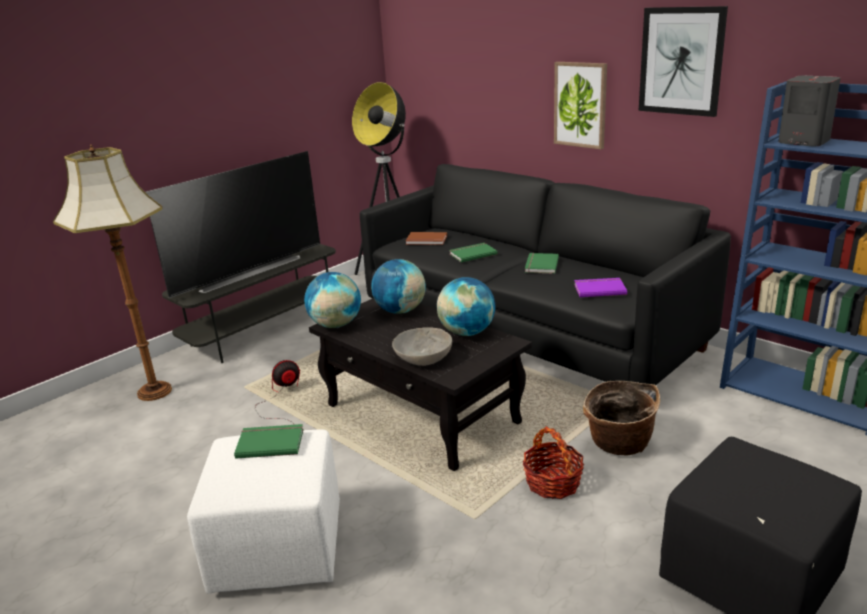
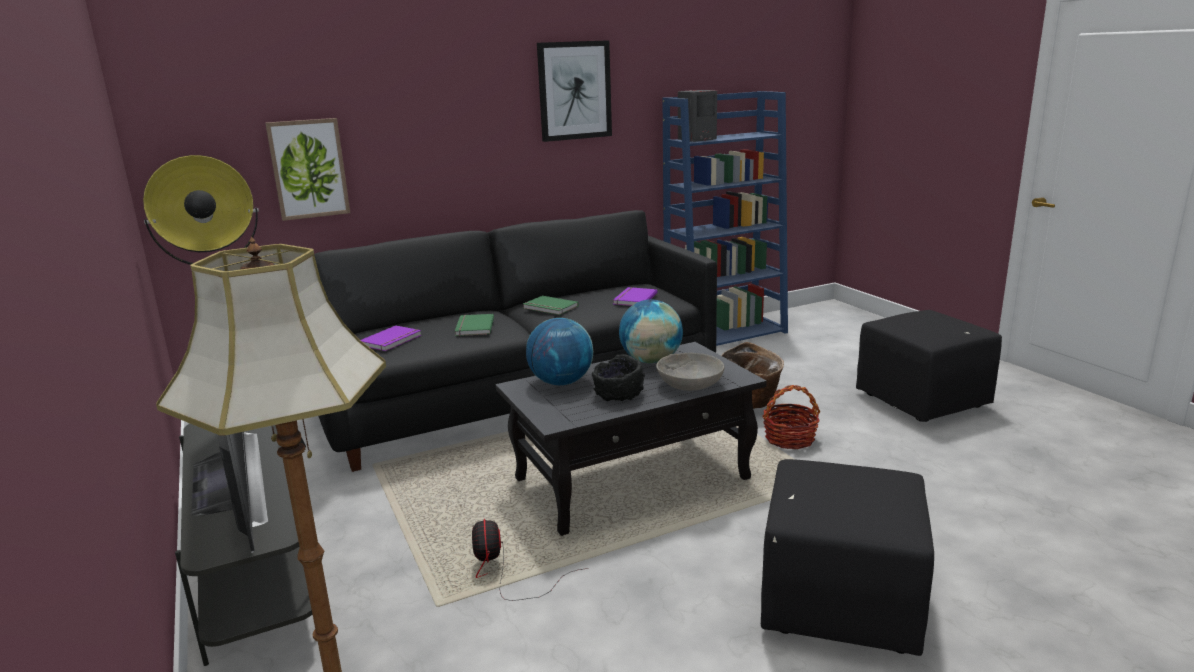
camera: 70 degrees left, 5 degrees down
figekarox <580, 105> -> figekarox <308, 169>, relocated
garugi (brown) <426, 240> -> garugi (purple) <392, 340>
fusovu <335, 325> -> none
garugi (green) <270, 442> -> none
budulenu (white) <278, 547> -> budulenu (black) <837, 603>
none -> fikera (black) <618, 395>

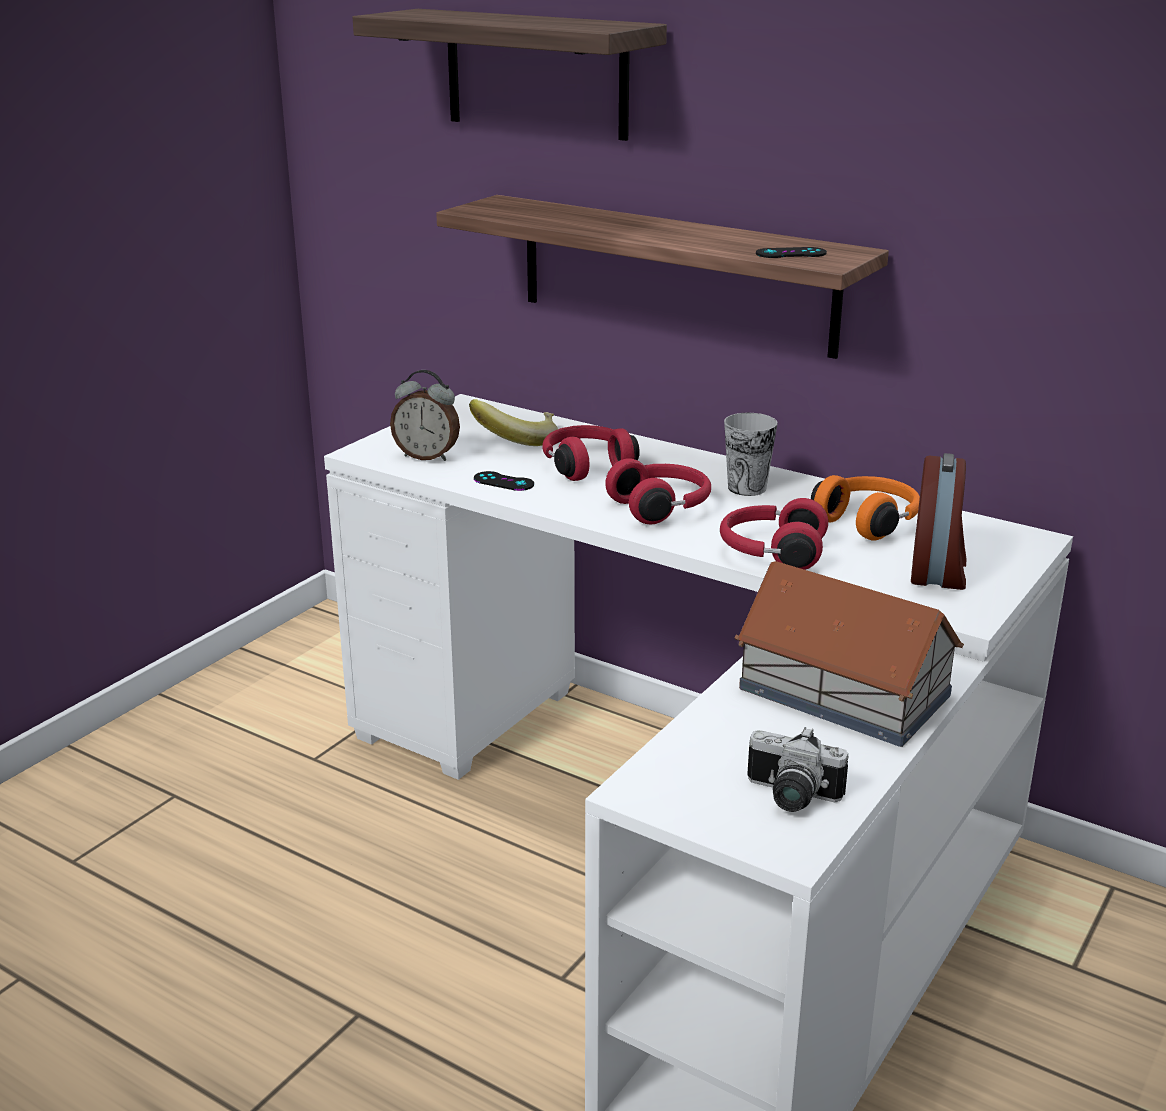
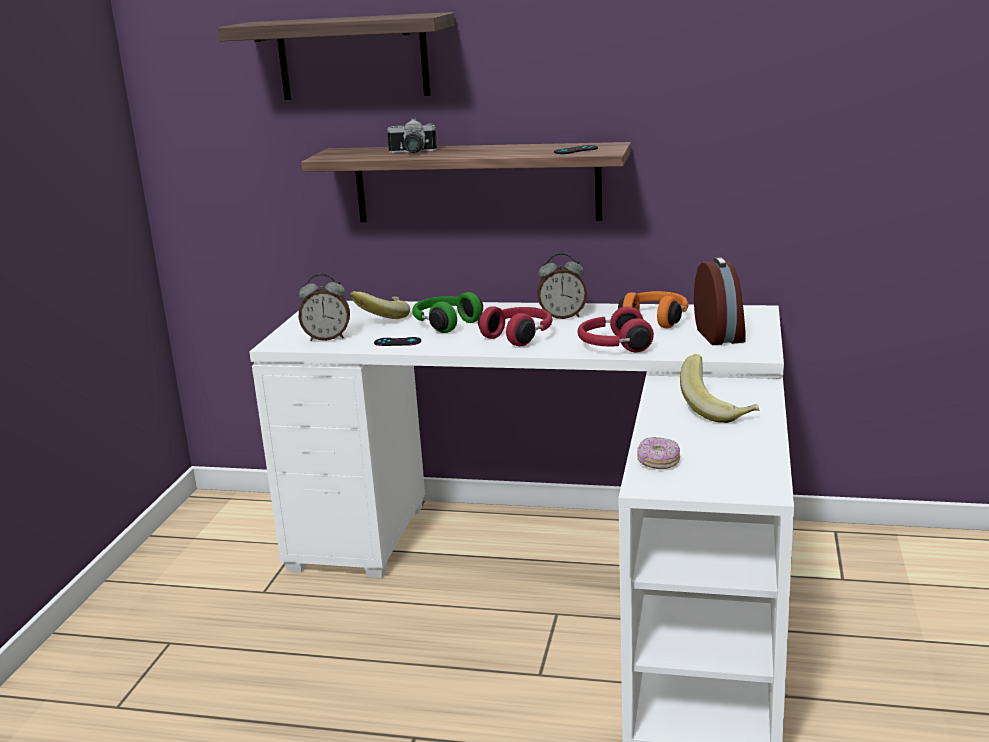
camera: 20 degrees left, 5 degrees down
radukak <747, 488> -> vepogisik <562, 316>
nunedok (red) <586, 466> -> nunedok (green) <445, 324>
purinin <845, 693> -> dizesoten <718, 410>
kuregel <789, 797> -> kuregel <412, 152>, relocated
none -> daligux <658, 462>

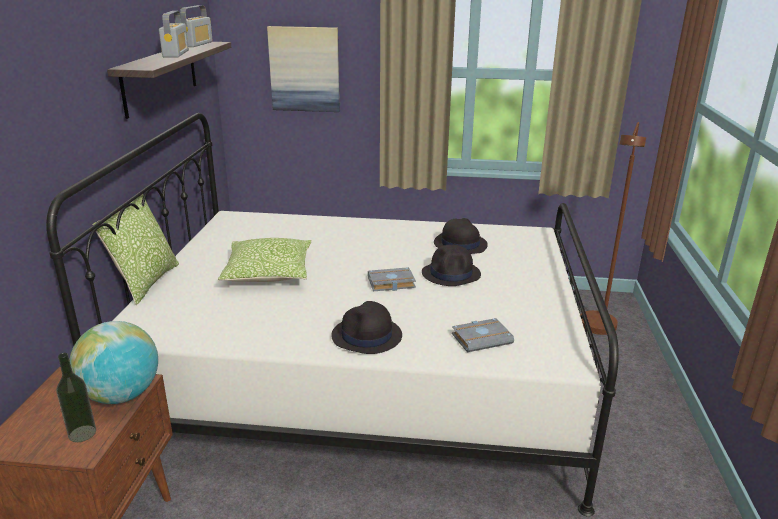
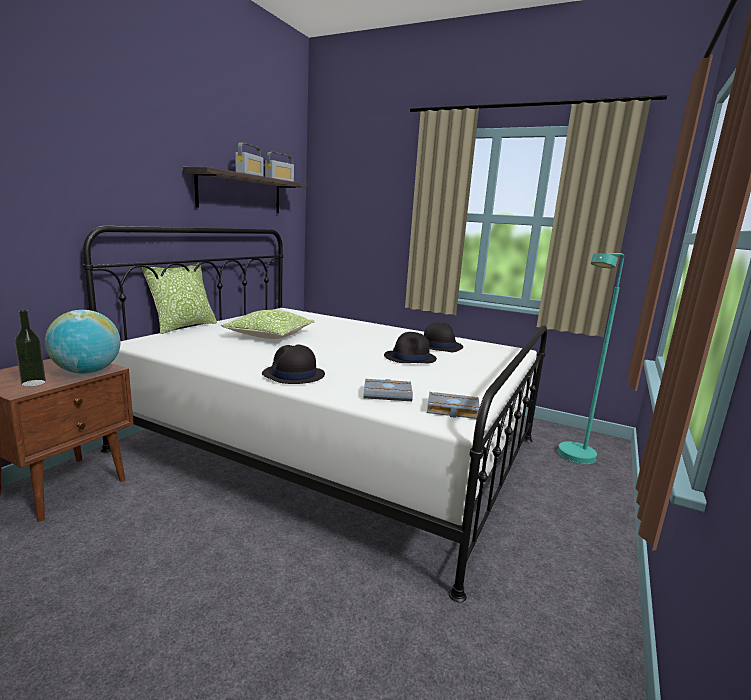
camera: 20 degrees right, 10 degrees down
figekarox <305, 69> -> none
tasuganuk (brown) <597, 330> -> tasuganuk (turquoise) <573, 459>
garugi (grey) <390, 283> -> garugi (grey) <451, 410>, relocated

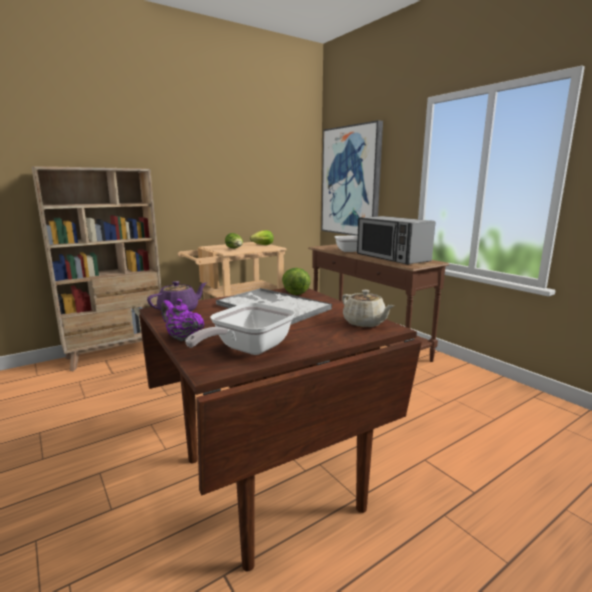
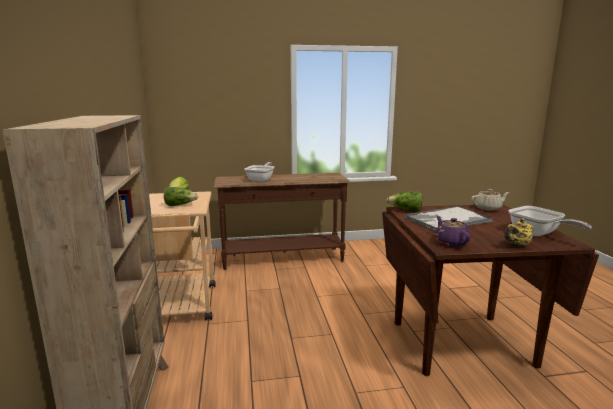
camera: 65 degrees left, 0 degrees up
figekarox <351, 181> -> none
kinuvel <392, 258> -> none
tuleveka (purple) <182, 338> -> tuleveka (yellow) <517, 246>

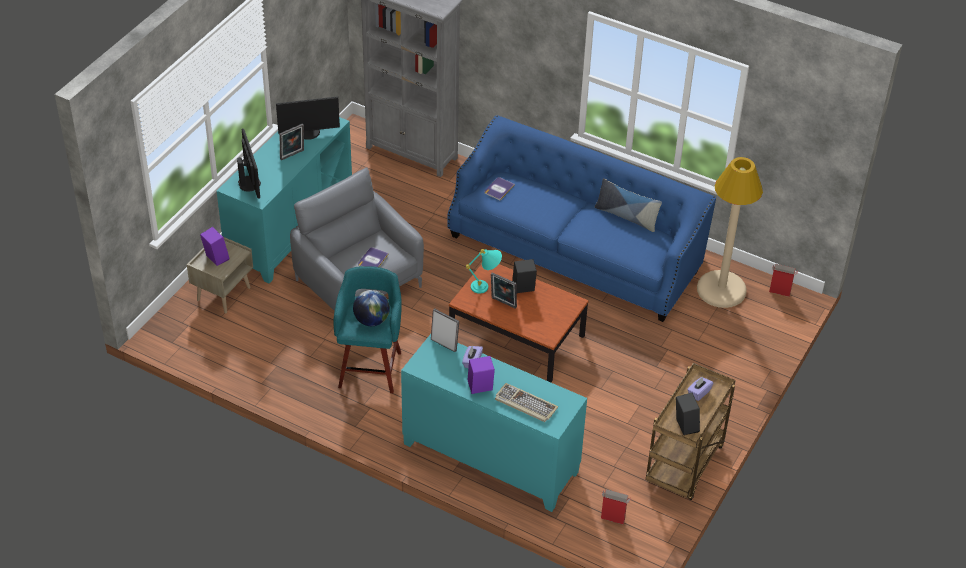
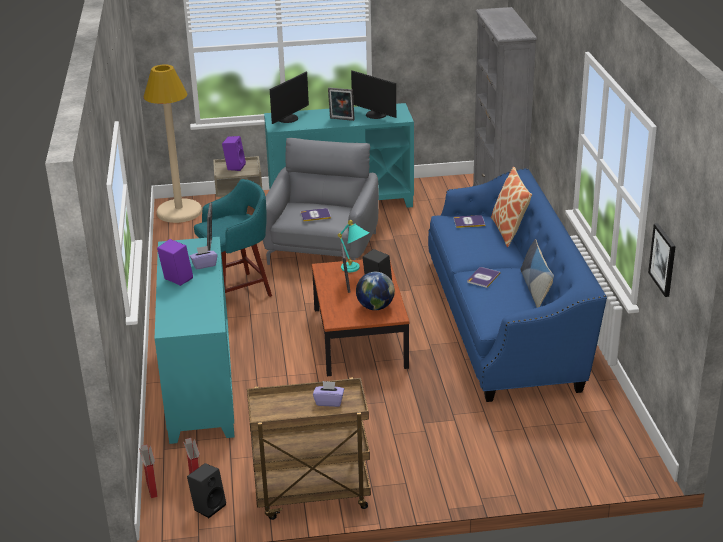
camera: 55 degrees right, 15 degrees down
tasuganuk (beige) <721, 290> -> tasuganuk (beige) <179, 212>, relocated
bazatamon <780, 292> -> bazatamon <152, 489>, relocated
fusovu <371, 320> -> fusovu <375, 307>, relocated
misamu <525, 404> -> none
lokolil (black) <684, 426> -> lokolil (black) <208, 506>, relocated
none -> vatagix <509, 231>
none -> figekarox <663, 259>
none -> garugi <483, 278>

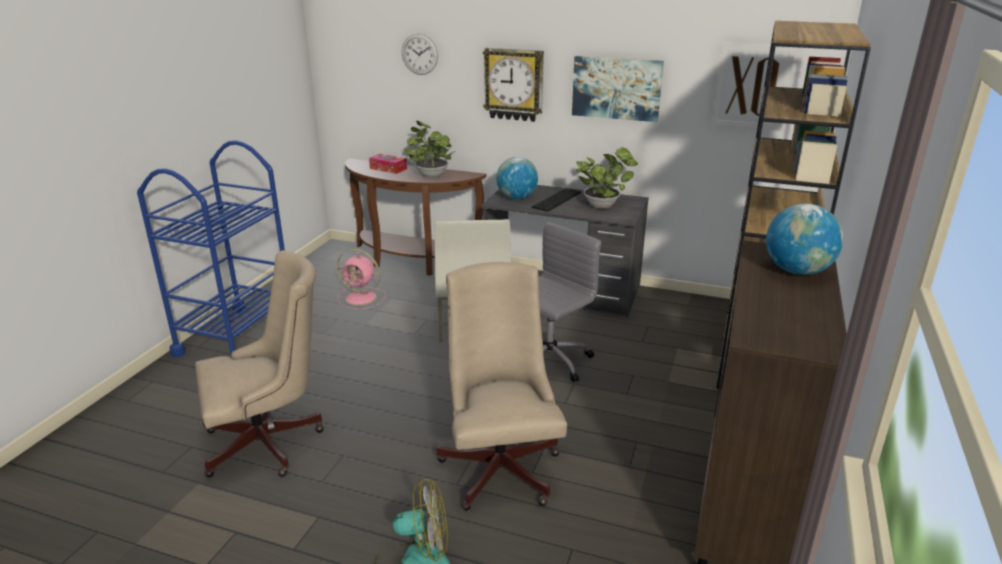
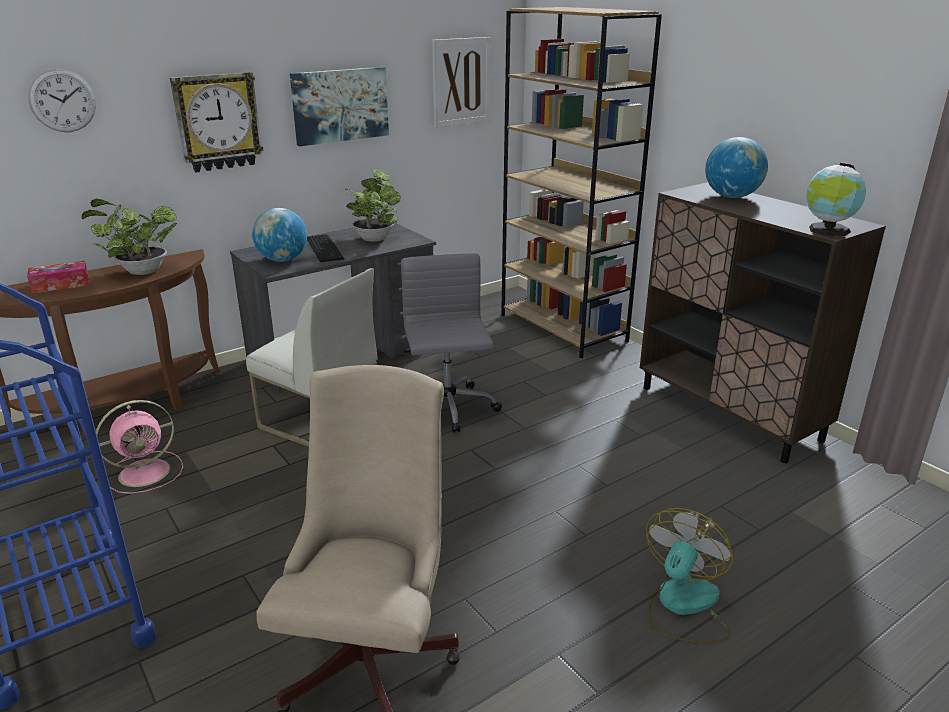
camera: 55 degrees left, 0 degrees up
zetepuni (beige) <500, 464> -> none
none -> fusovu <828, 231>

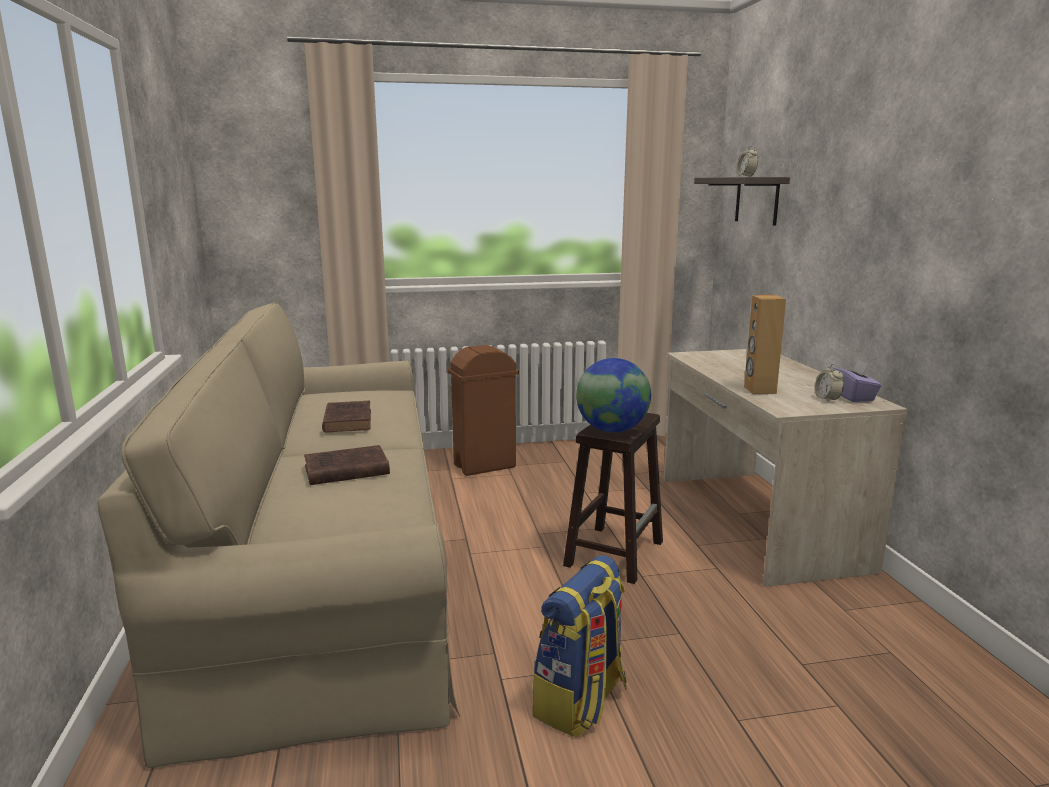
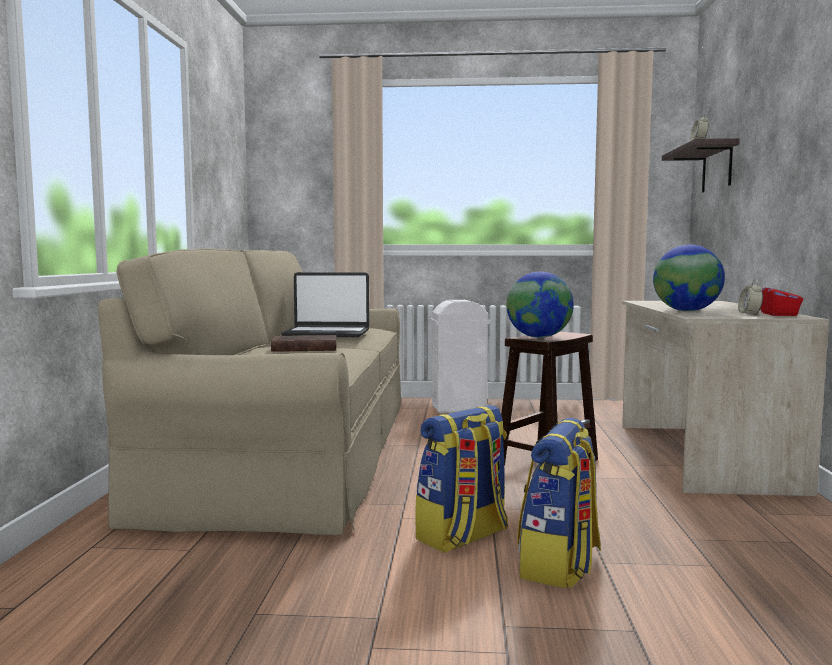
camera: 15 degrees right, 10 degrees down
lokolil (brown) <759, 390> -> fusovu <686, 311>
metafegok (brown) <485, 466> -> metafegok (white) <460, 409>
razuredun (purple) <853, 397> -> razuredun (red) <779, 314>
garugi (brown) <348, 420> -> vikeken <327, 333>
none -> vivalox <559, 566>

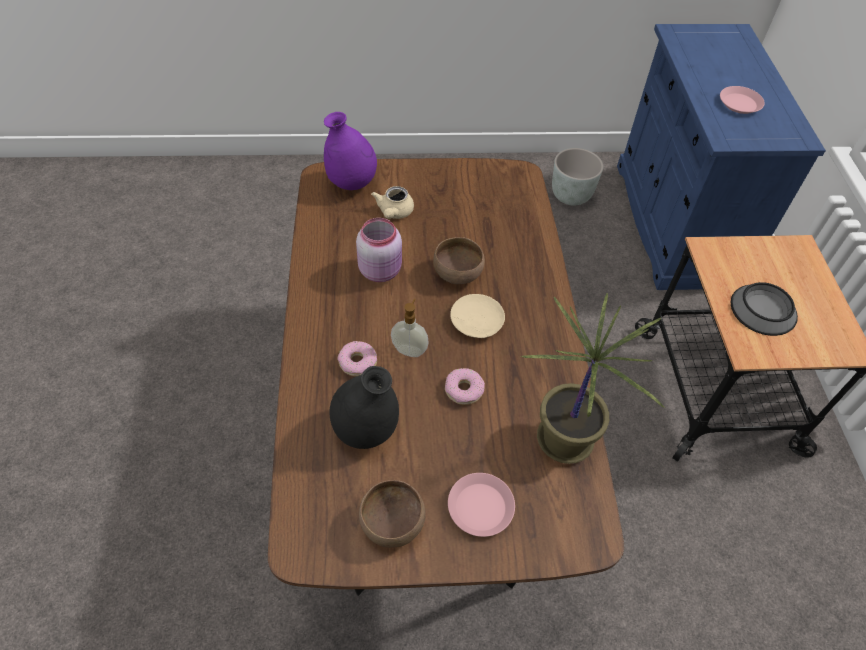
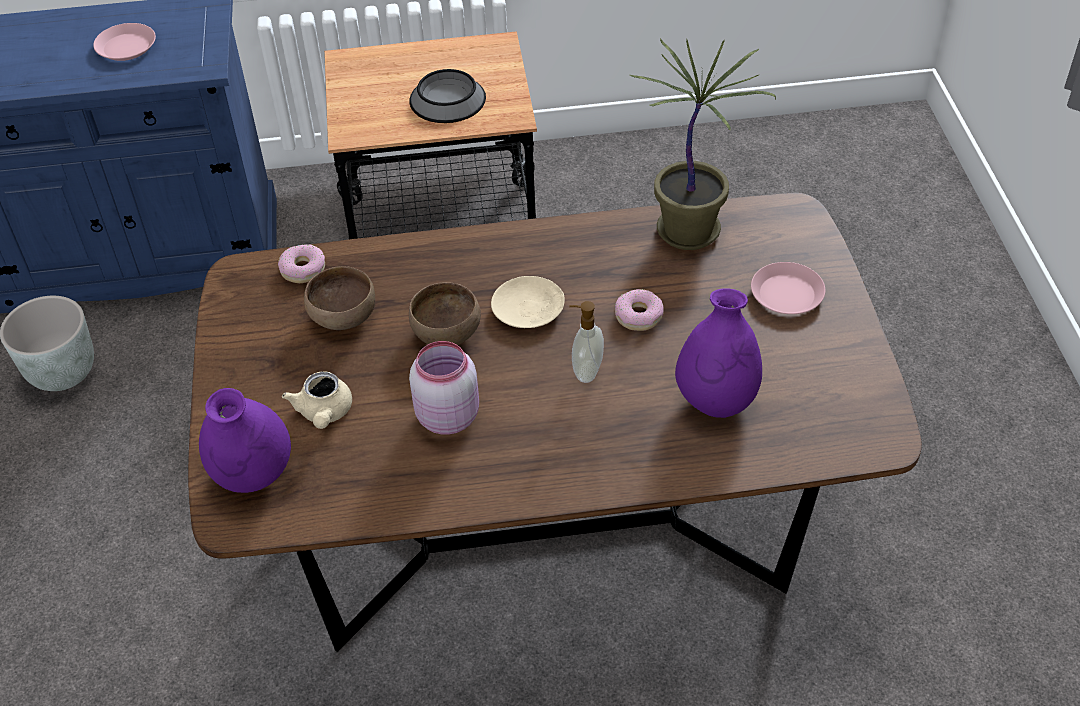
camera: 90 degrees left, 5 degrees down
tuleveka (beige) <394, 213> -> tuleveka (beige) <324, 413>, 75 degrees clockwise
daligux <358, 362> -> daligux <303, 269>, relocated
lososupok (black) <366, 430> -> lososupok (purple) <716, 400>
fikera (brown) <391, 522> -> fikera (brown) <342, 317>, relocated

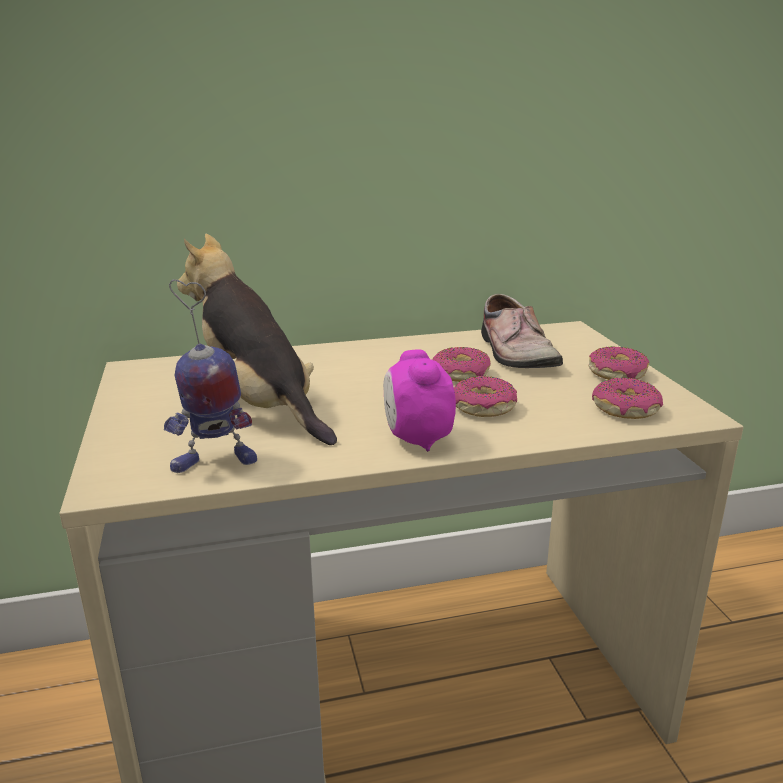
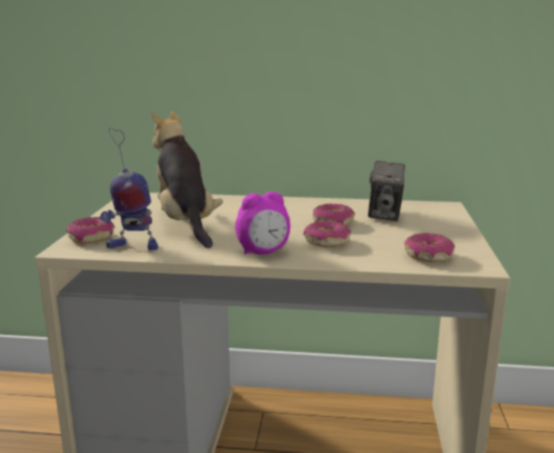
camera: 20 degrees right, 5 degrees down
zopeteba <513, 352> -> kuregel <385, 215>
daligux <617, 374> -> daligux <92, 238>, relocated
vepogisik <417, 439> -> vepogisik <263, 252>, 120 degrees counterclockwise

